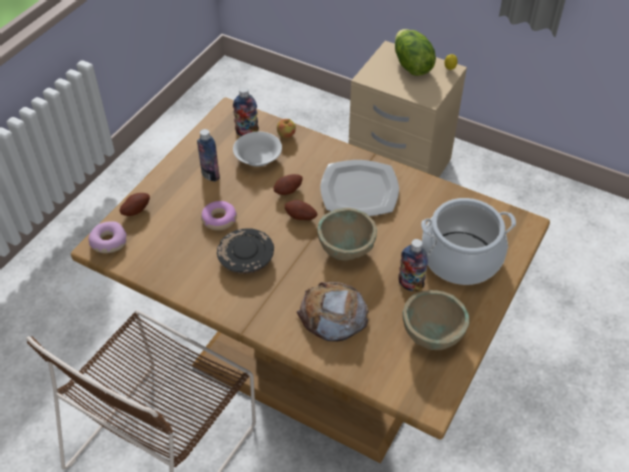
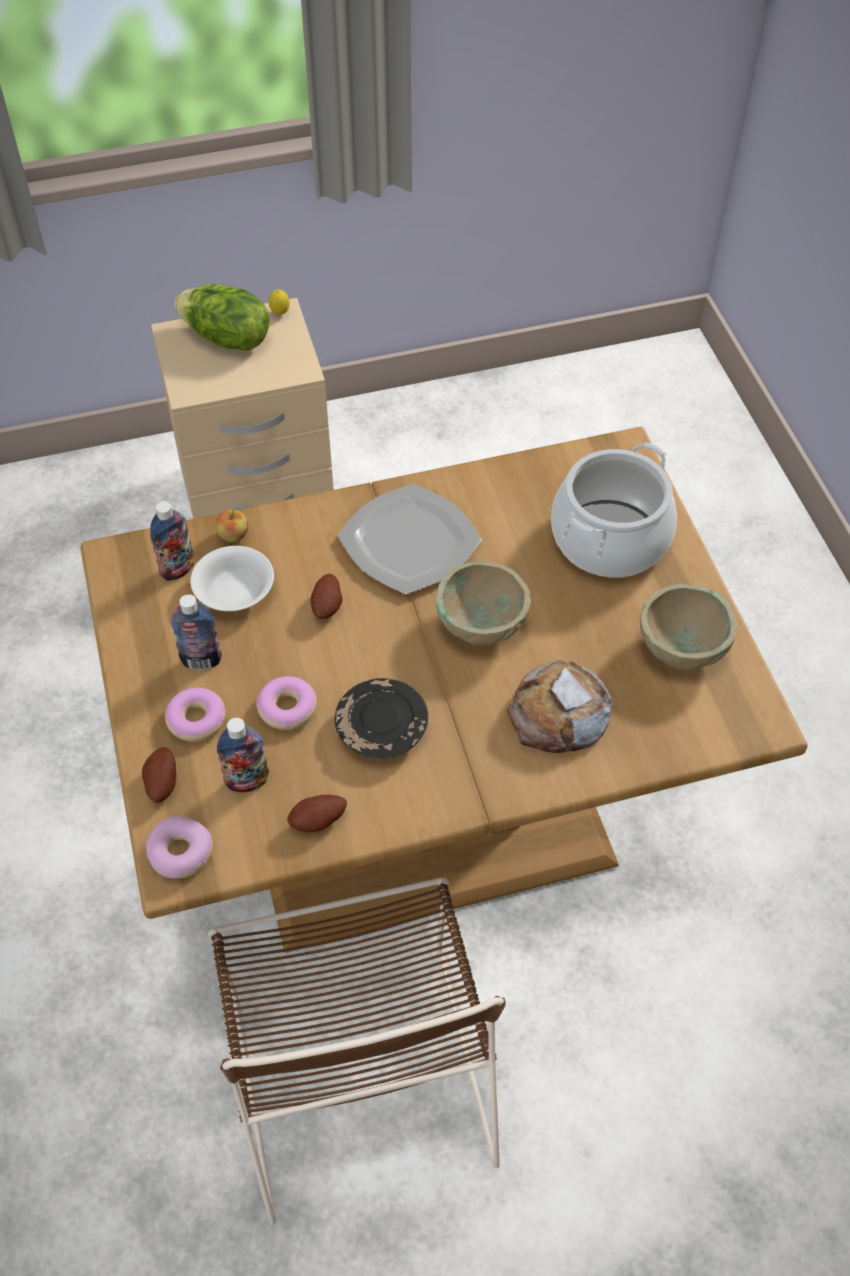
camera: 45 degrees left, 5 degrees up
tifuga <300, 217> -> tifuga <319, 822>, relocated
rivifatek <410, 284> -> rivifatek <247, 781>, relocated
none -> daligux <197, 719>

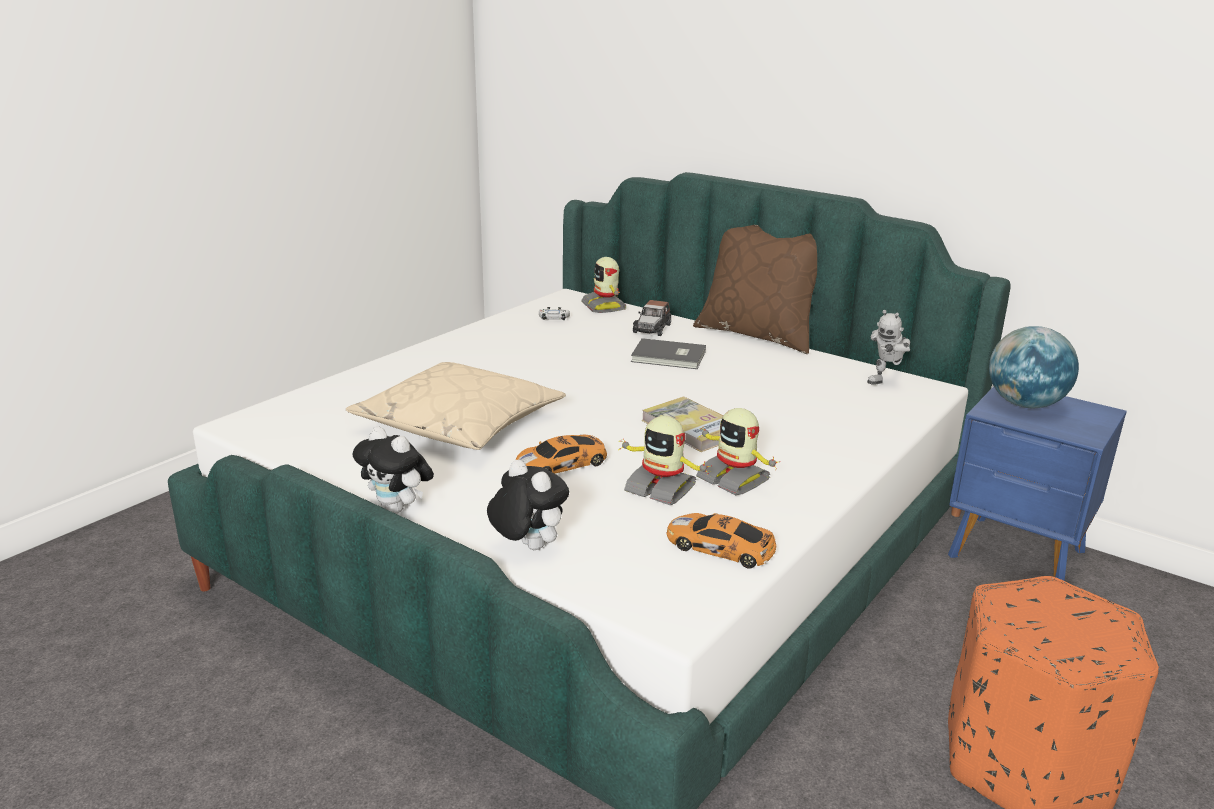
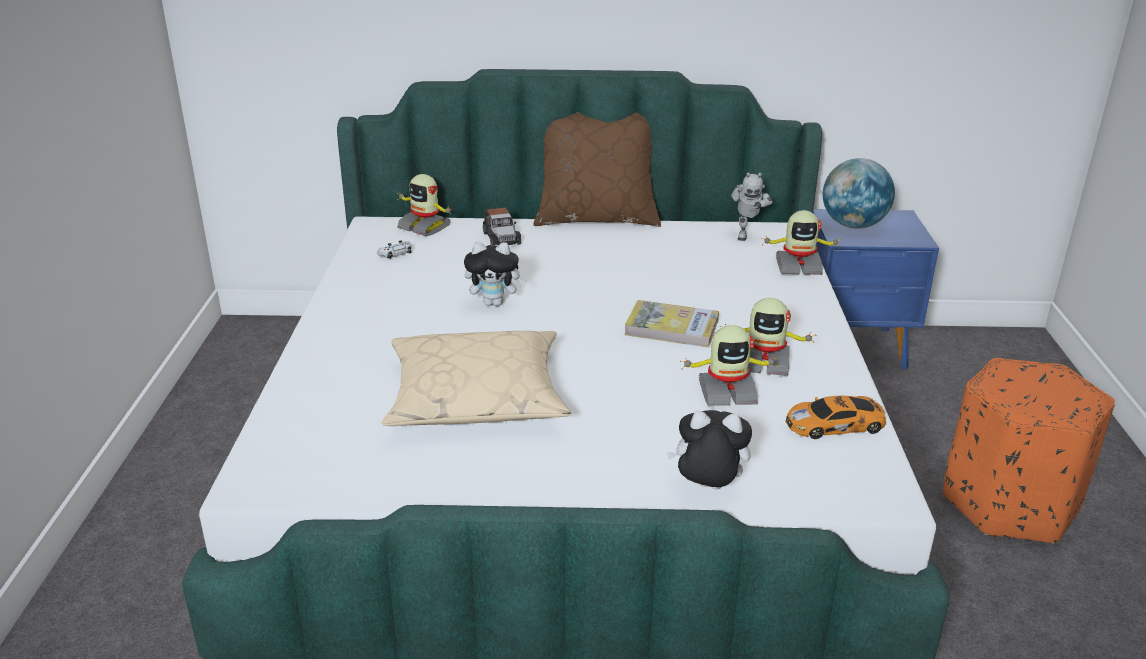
camera: 35 degrees left, 5 degrees up
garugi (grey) <669, 357> -> none
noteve <398, 509> -> noteve <495, 303>, relocated
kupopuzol <563, 464> -> none
none -> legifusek <798, 266>

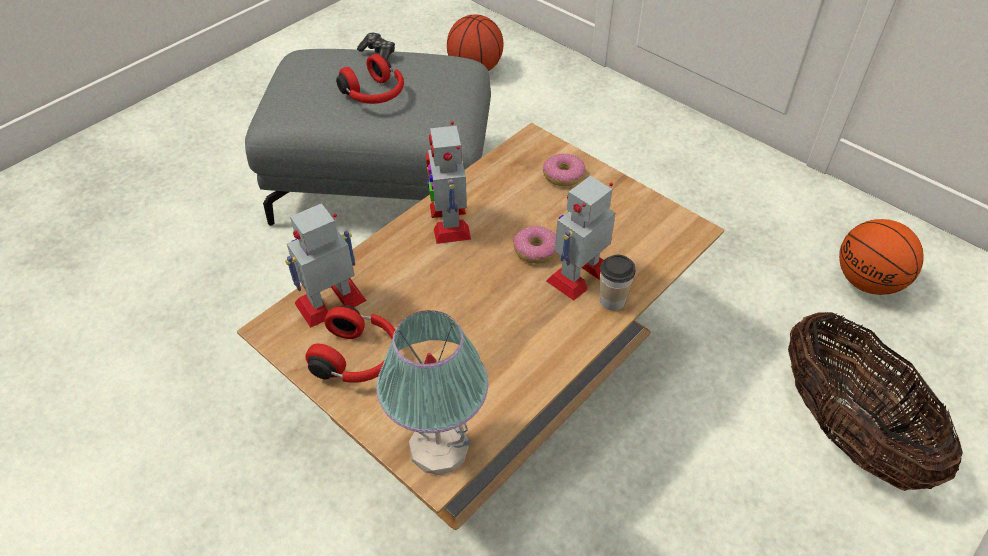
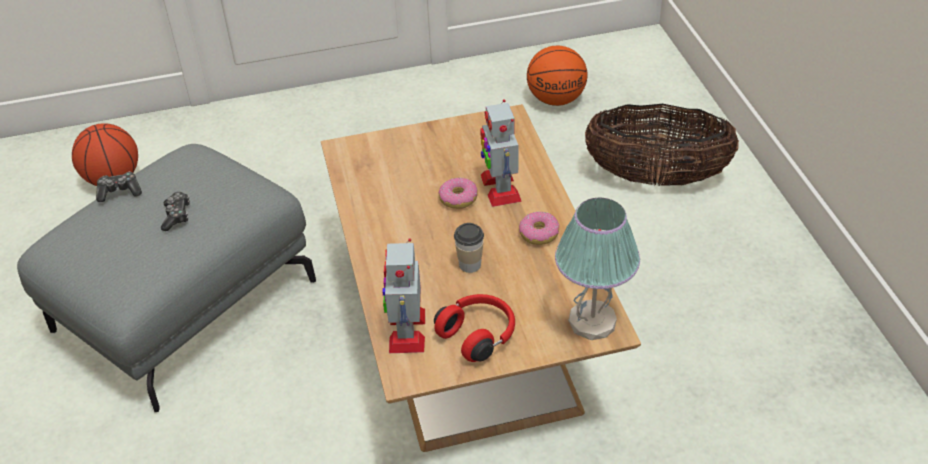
camera: 55 degrees left, 5 degrees down
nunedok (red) <375, 94> -> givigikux <177, 216>
legifusek <449, 221> -> none
daligux <563, 175> -> daligux <539, 233>, relocated
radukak <612, 300> -> radukak <470, 264>, relocated

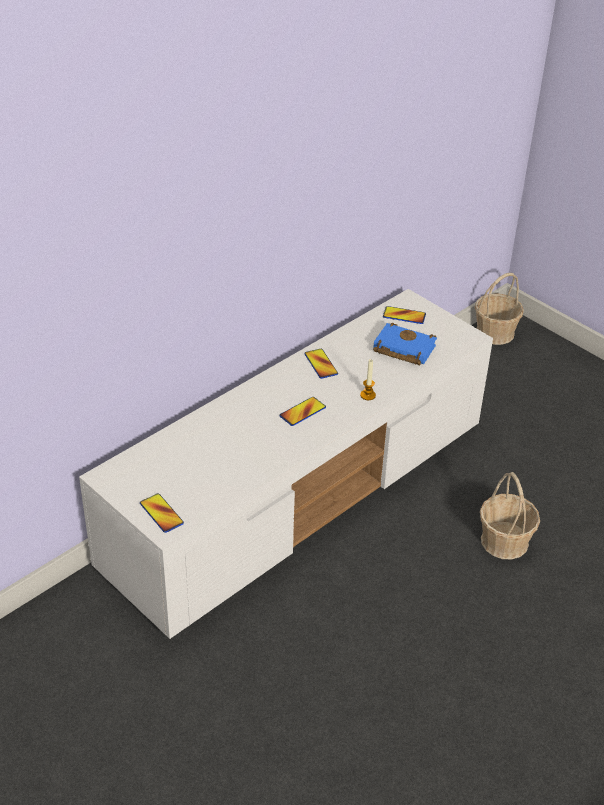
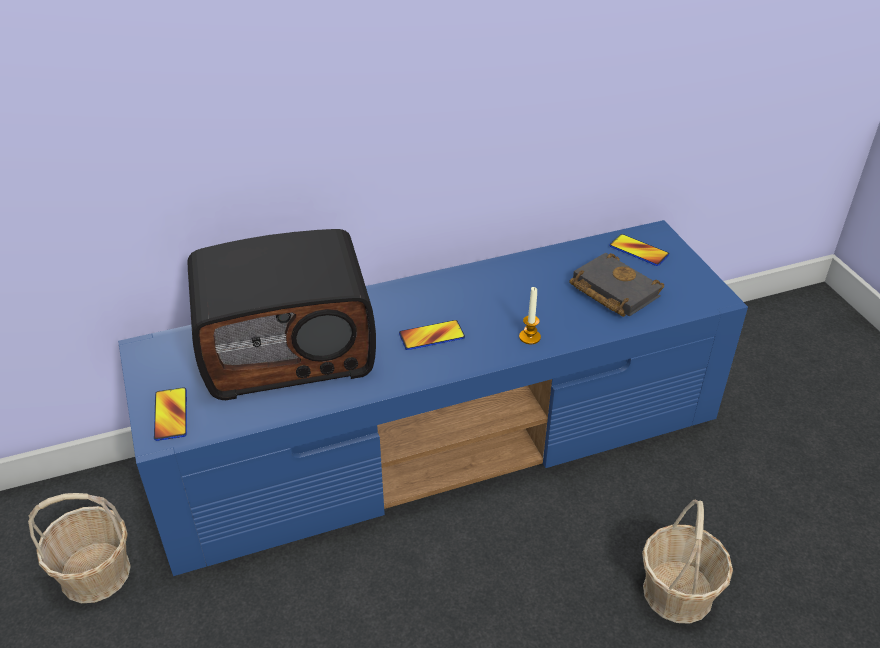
camera: 25 degrees right, 0 degrees up
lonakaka <495, 332> -> lonakaka <96, 573>, relocated
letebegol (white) <299, 493> -> letebegol (blue) <442, 441>
garugi (blue) <402, 349> -> garugi (black) <611, 290>
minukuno <321, 364> -> none
none -> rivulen <288, 349>

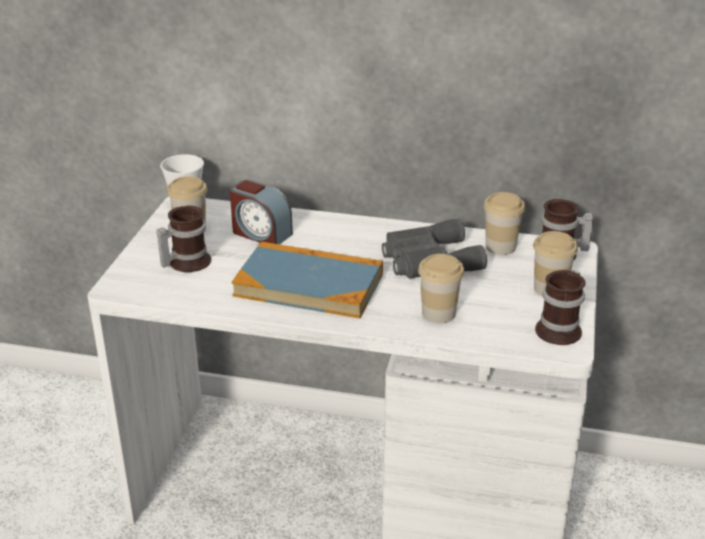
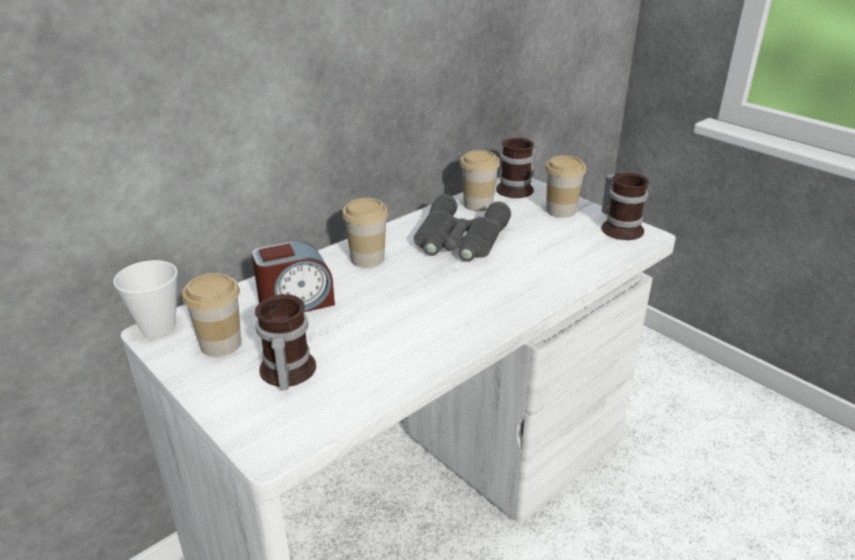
camera: 55 degrees left, 0 degrees up
garugi <309, 285> -> none
radukak <438, 313> -> radukak <367, 259>, relocated

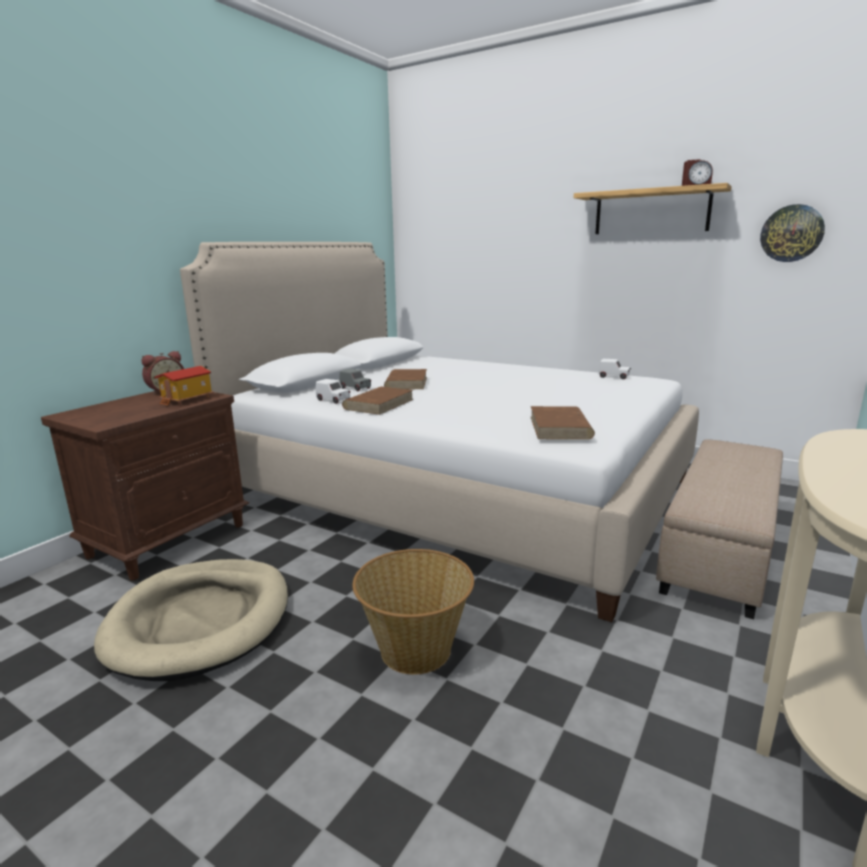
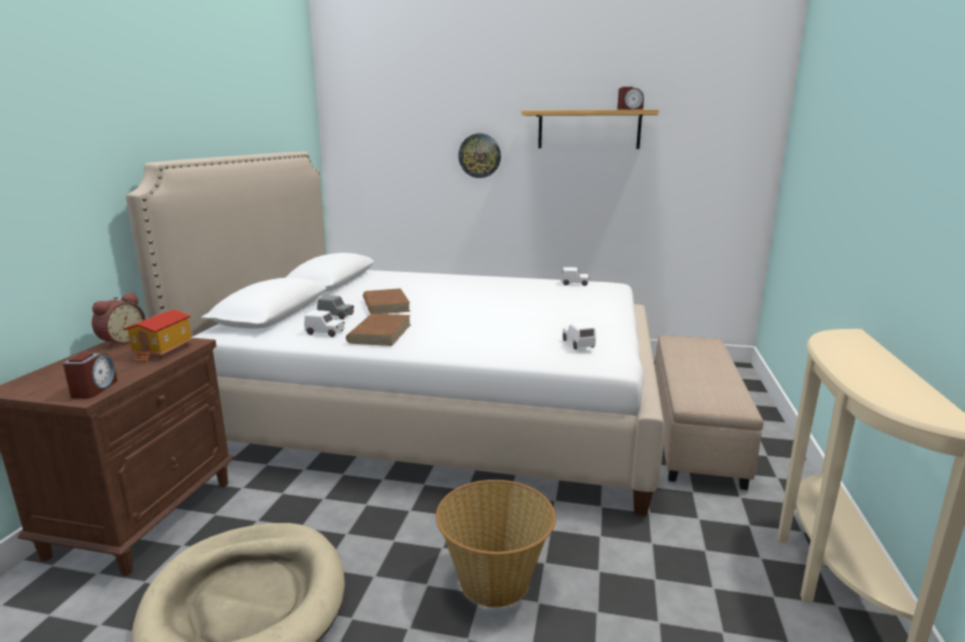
camera: 20 degrees left, 0 degrees up
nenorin <791, 233> -> nenorin <479, 155>, relocated
garugi (brown) <560, 427> -> kupopuzol (white) <578, 344>
none -> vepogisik <94, 389>

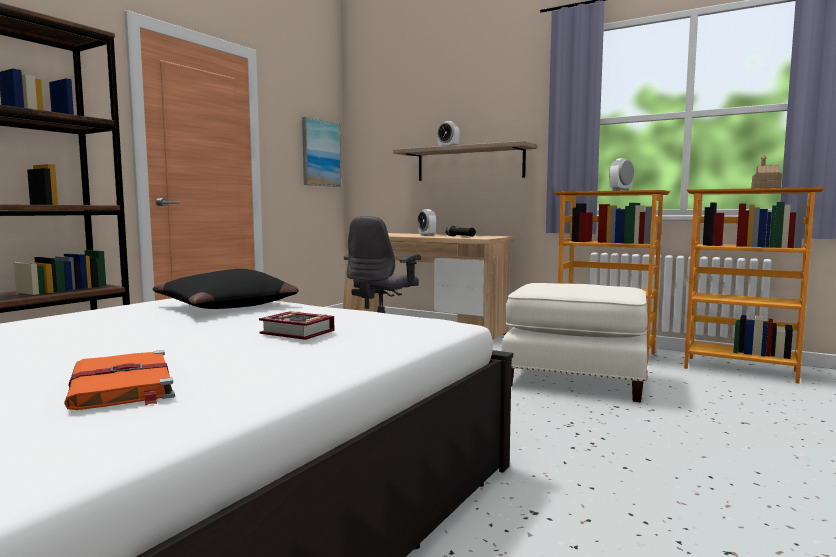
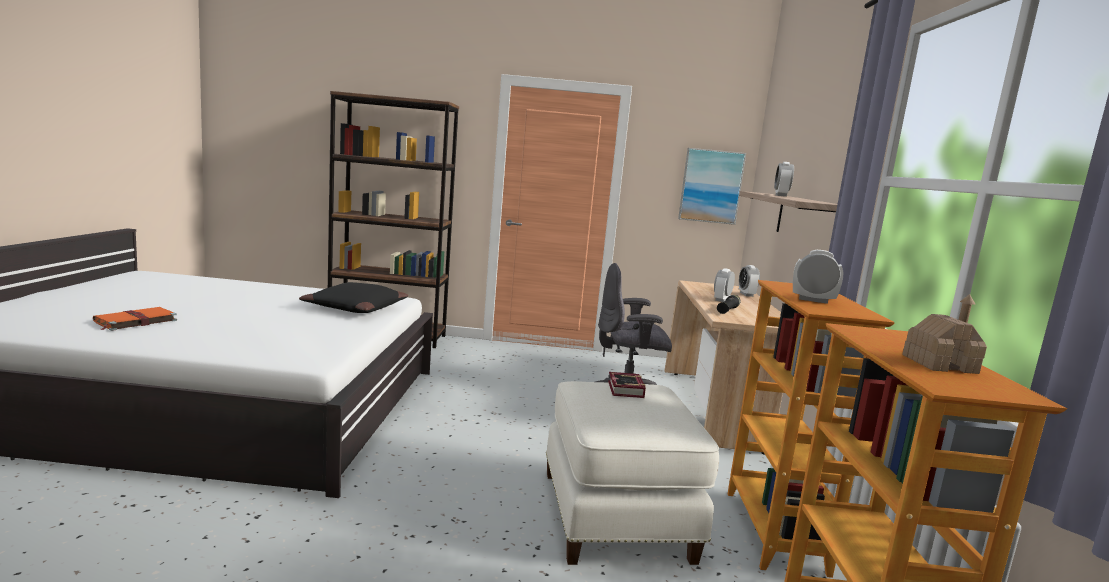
camera: 60 degrees right, 5 degrees up
garugi <298, 333> -> garugi <624, 390>, relocated
none -> vepogisik <746, 294>

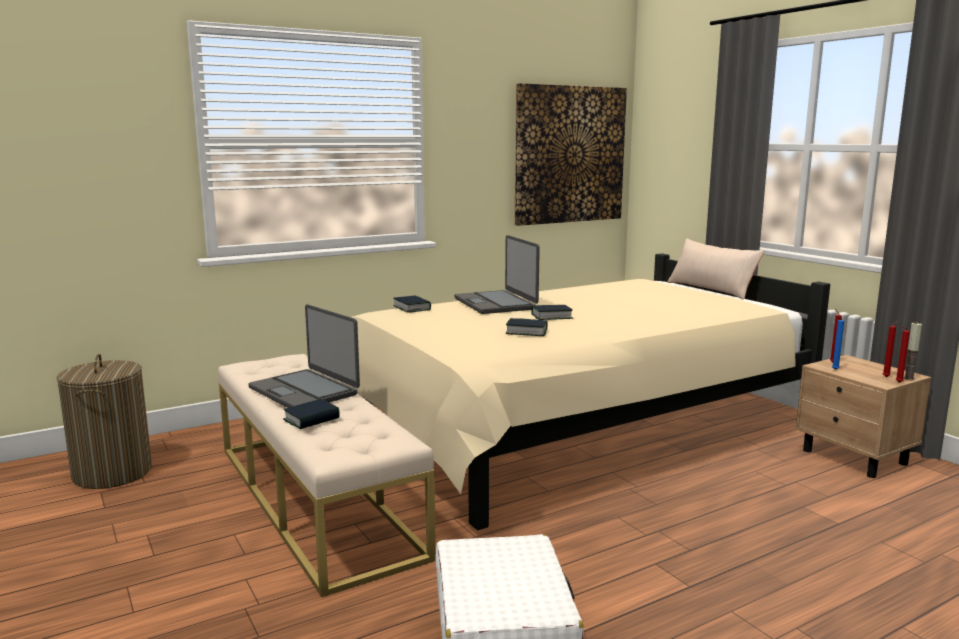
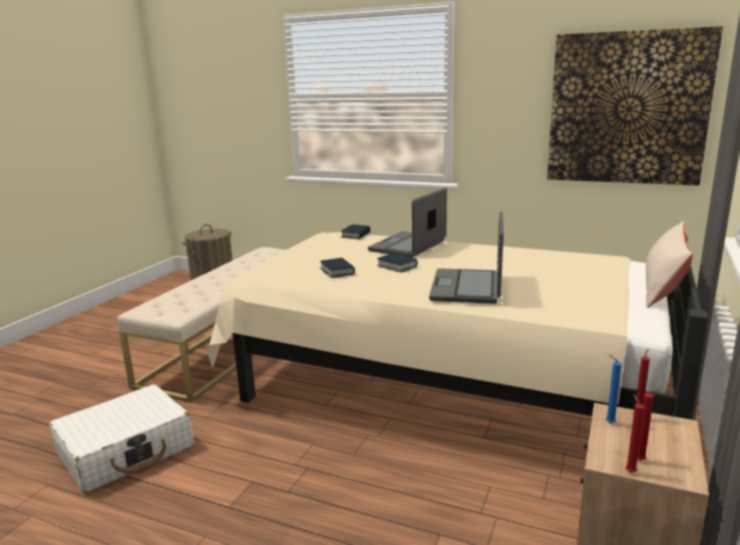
camera: 55 degrees right, 5 degrees up
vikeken <305, 391> -> vikeken <467, 287>, relocated
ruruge <909, 378> -> none
garugi <311, 419> -> none

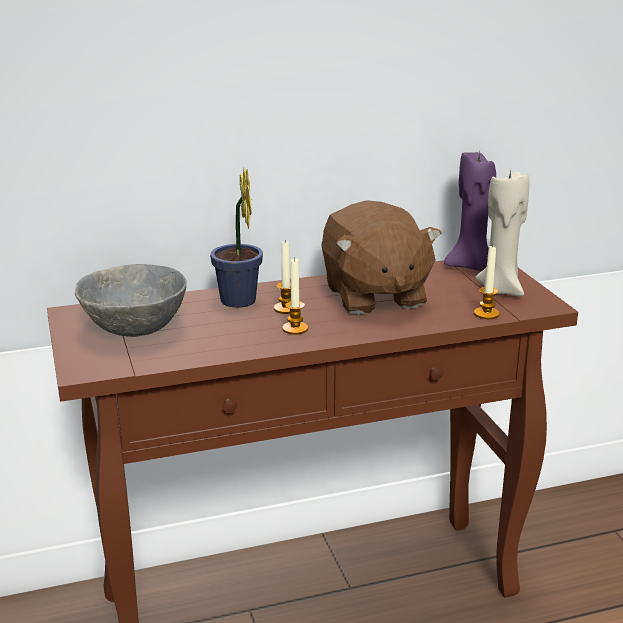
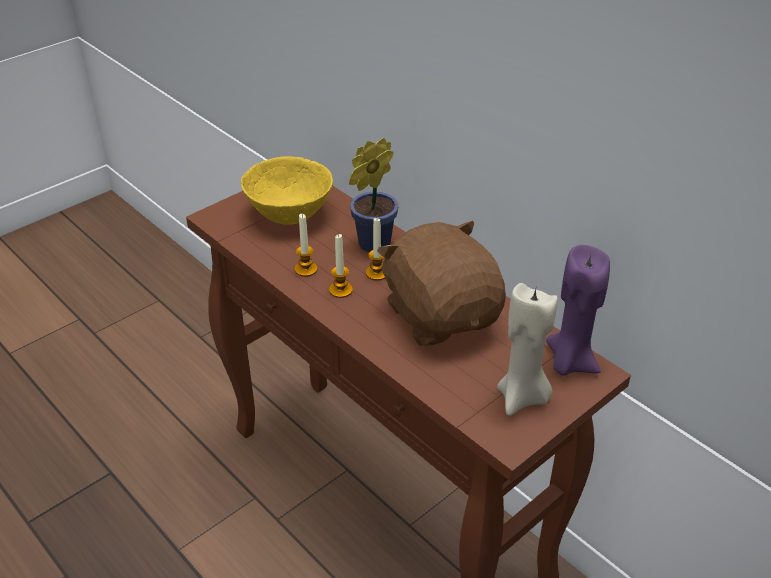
camera: 65 degrees right, 15 degrees up
noteve (brown) <373, 296> -> noteve (brown) <441, 315>, 105 degrees clockwise
ruruge <486, 314> -> ruruge <306, 269>, relocated
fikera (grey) <135, 328> -> fikera (yellow) <289, 213>

